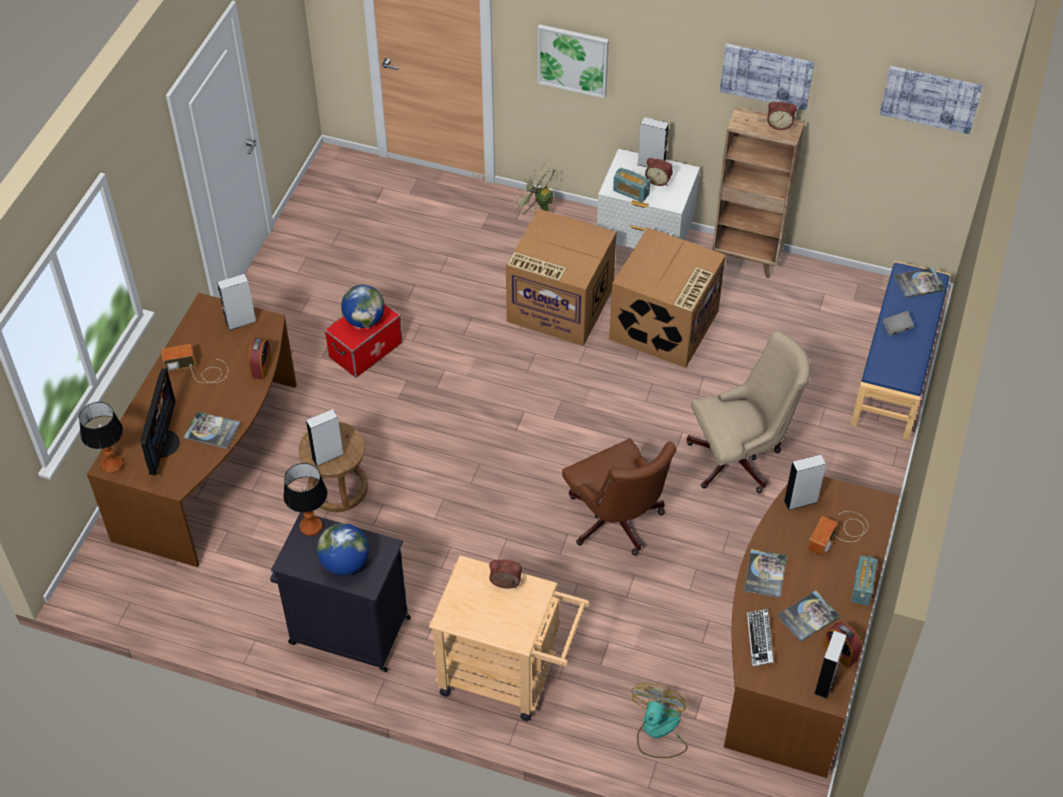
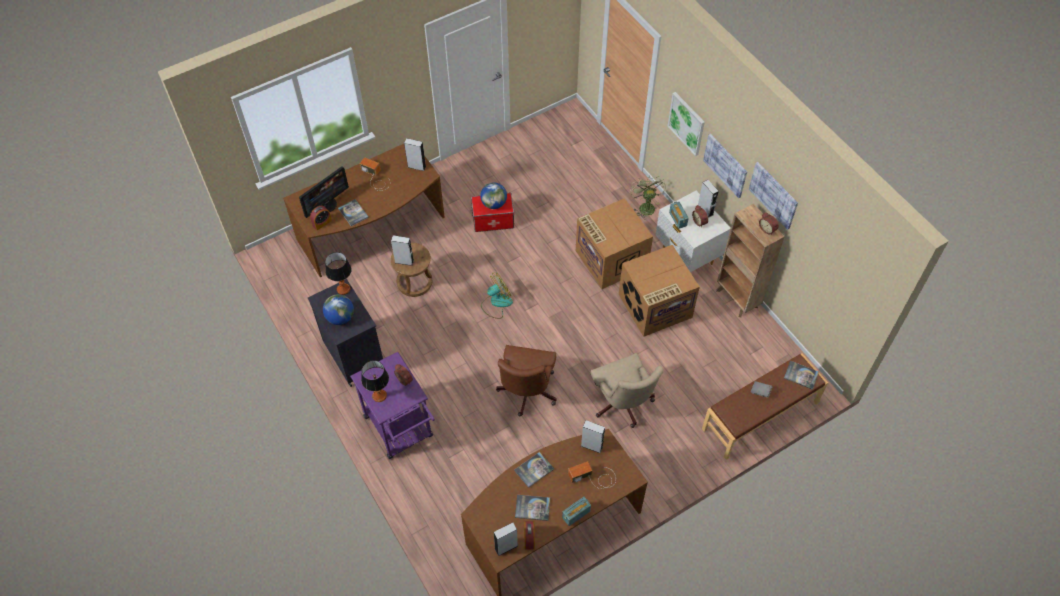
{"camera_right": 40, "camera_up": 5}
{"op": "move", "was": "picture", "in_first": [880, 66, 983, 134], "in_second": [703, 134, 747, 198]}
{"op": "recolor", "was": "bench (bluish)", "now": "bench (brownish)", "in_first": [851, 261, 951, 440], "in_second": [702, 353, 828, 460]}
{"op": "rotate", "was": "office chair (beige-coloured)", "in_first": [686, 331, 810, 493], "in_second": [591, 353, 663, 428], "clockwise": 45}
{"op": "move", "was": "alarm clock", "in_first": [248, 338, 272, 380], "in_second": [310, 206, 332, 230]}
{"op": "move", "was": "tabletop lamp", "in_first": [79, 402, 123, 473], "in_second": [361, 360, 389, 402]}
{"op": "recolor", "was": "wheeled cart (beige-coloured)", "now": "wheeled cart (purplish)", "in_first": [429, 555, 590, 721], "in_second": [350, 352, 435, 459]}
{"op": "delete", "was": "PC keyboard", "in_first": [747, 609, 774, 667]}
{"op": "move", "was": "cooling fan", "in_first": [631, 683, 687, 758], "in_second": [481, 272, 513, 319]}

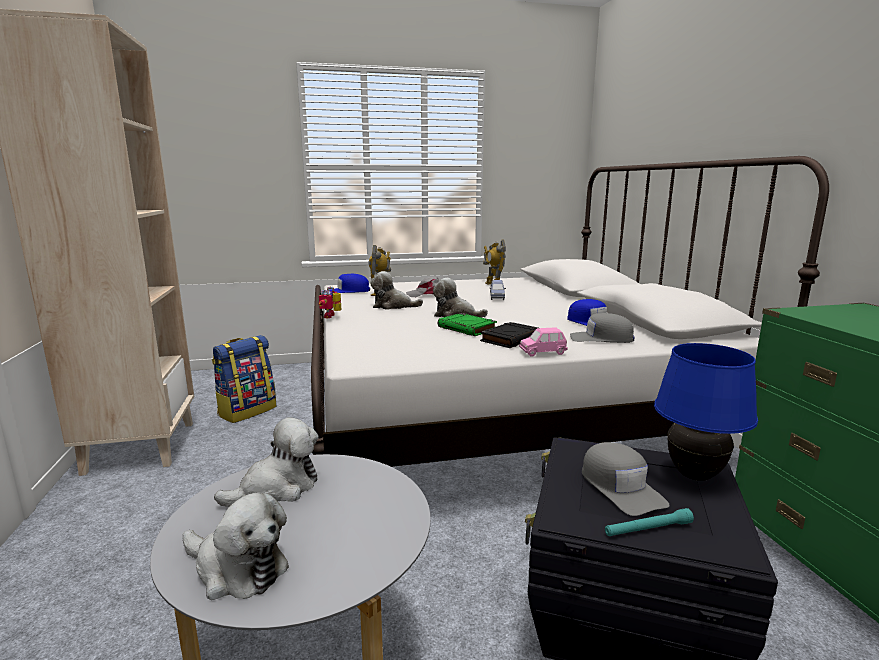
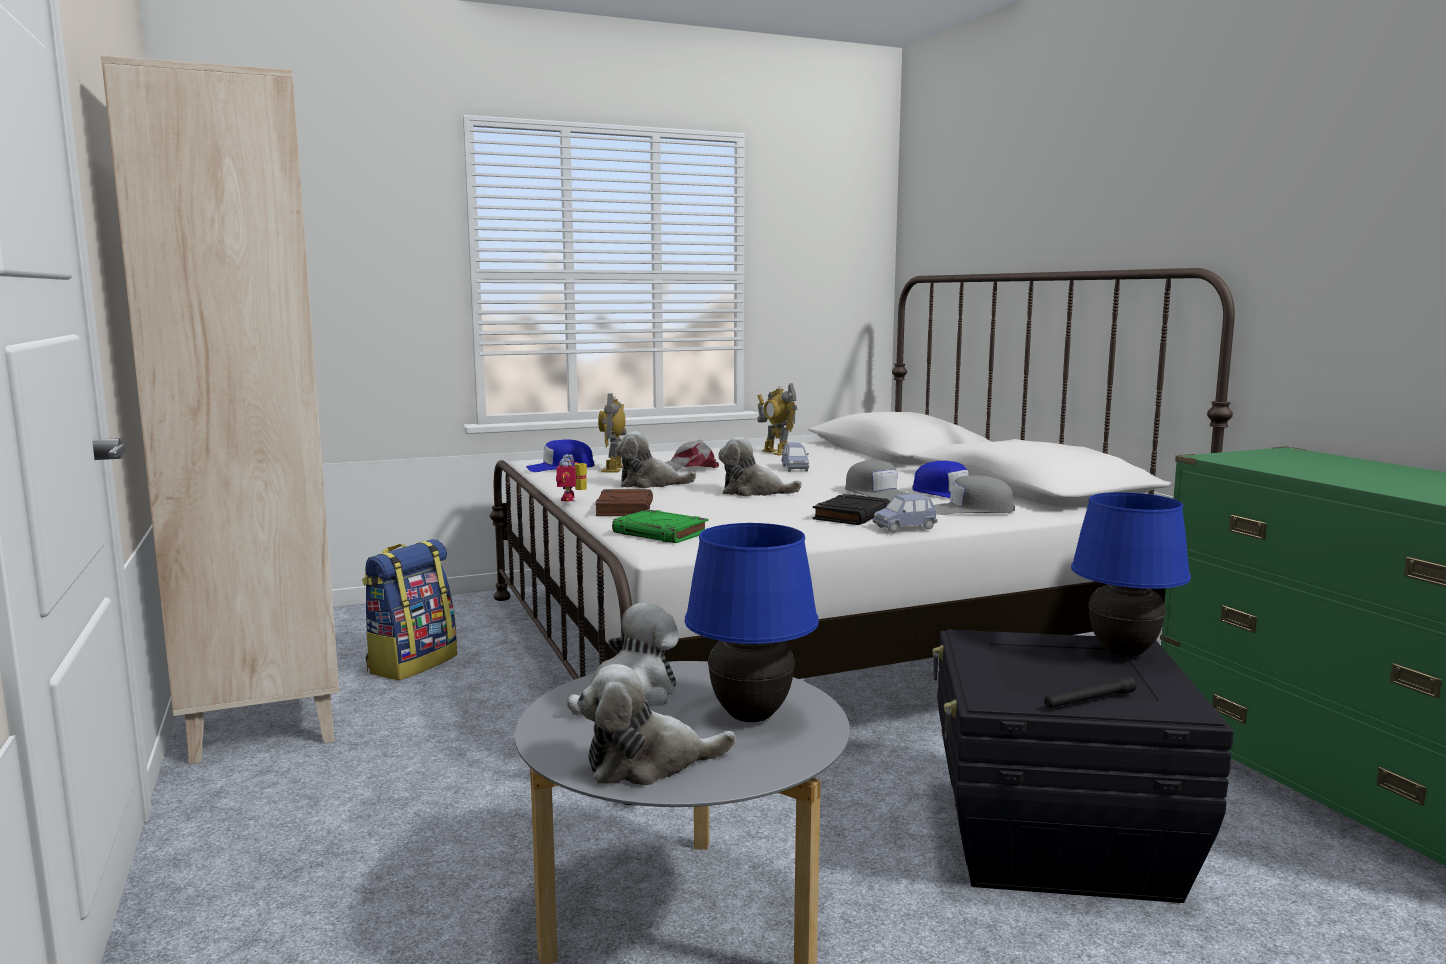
{"camera_right": -10, "camera_up": -5}
{"op": "move", "was": "bound book (green)", "in_first": [438, 313, 497, 336], "in_second": [612, 509, 709, 543]}
{"op": "recolor", "was": "toy car (pinkish)", "now": "toy car (bluish)", "in_first": [519, 327, 568, 357], "in_second": [872, 493, 938, 533]}
{"op": "move", "was": "baseball cap (gray)", "in_first": [582, 442, 669, 516], "in_second": [845, 460, 908, 501]}
{"op": "rotate", "was": "plush toy", "in_first": [182, 493, 289, 600], "in_second": [577, 664, 736, 786], "clockwise": 150}
{"op": "recolor", "was": "flashlight (blue-green)", "now": "flashlight (black-coloured)", "in_first": [605, 508, 694, 536], "in_second": [1044, 676, 1136, 708]}
{"op": "insert", "now": "bound book (brownish)", "in_second": [596, 489, 653, 516]}
{"op": "insert", "now": "tabletop lamp (bluish)", "in_second": [685, 523, 819, 722]}

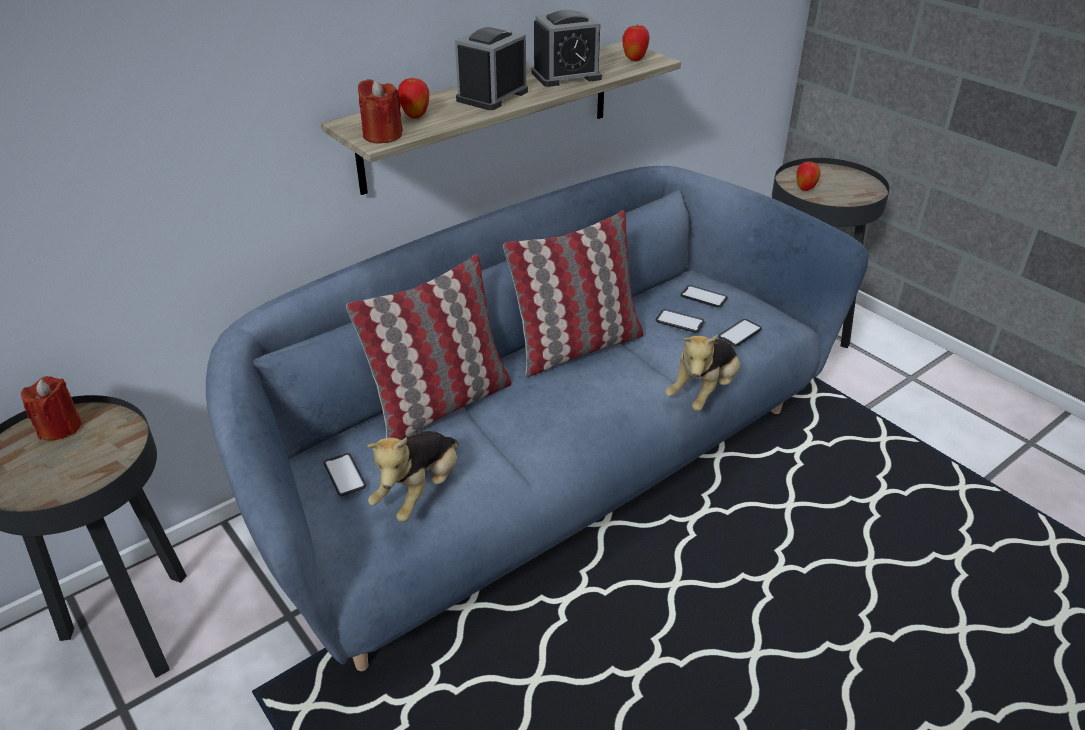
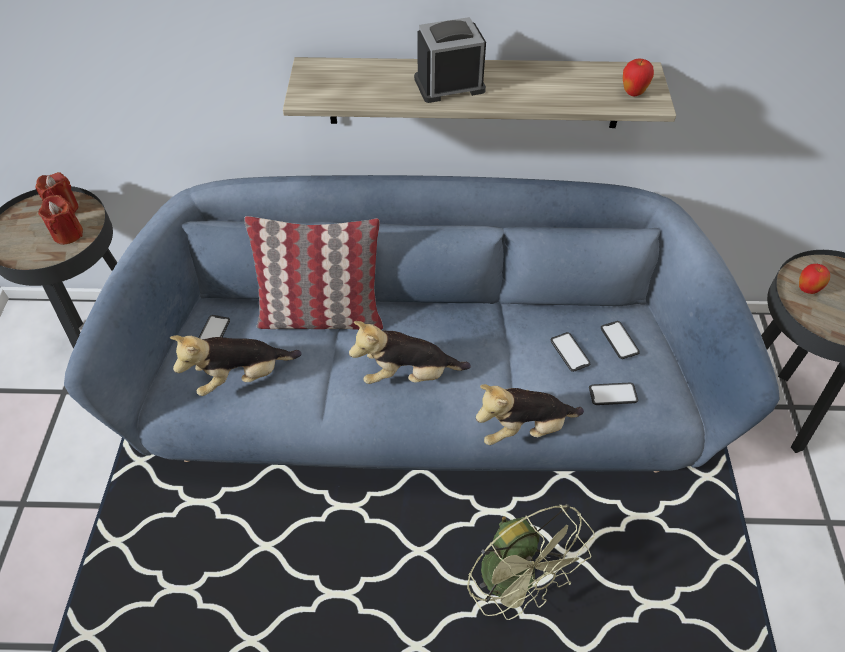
{"camera_right": 40, "camera_up": 15}
{"op": "delete", "was": "alarm clock", "in_first": [531, 10, 602, 87]}
{"op": "delete", "was": "whole apple", "in_first": [398, 78, 429, 119]}
{"op": "move", "was": "wax light (red)", "in_first": [358, 79, 403, 143], "in_second": [38, 195, 83, 245]}
{"op": "delete", "was": "throw pillow", "in_first": [503, 210, 643, 377]}
{"op": "insert", "now": "plush toy", "in_second": [349, 321, 471, 384]}
{"op": "insert", "now": "cooling fan (green)", "in_second": [467, 504, 595, 620]}

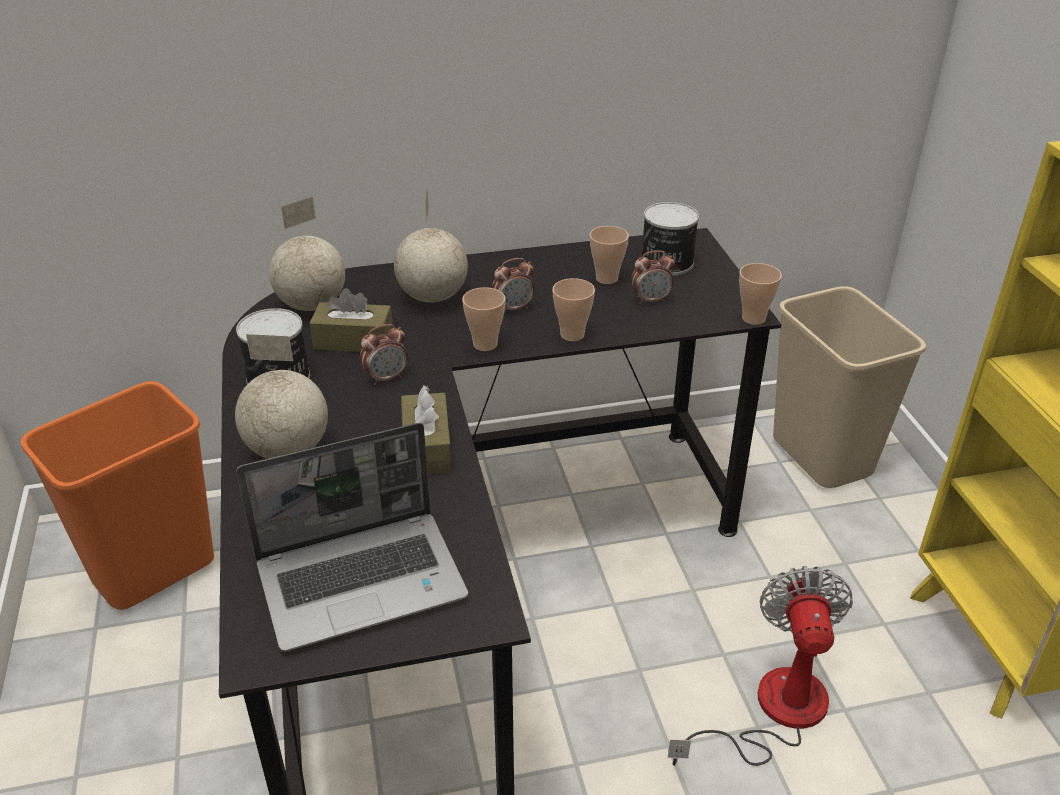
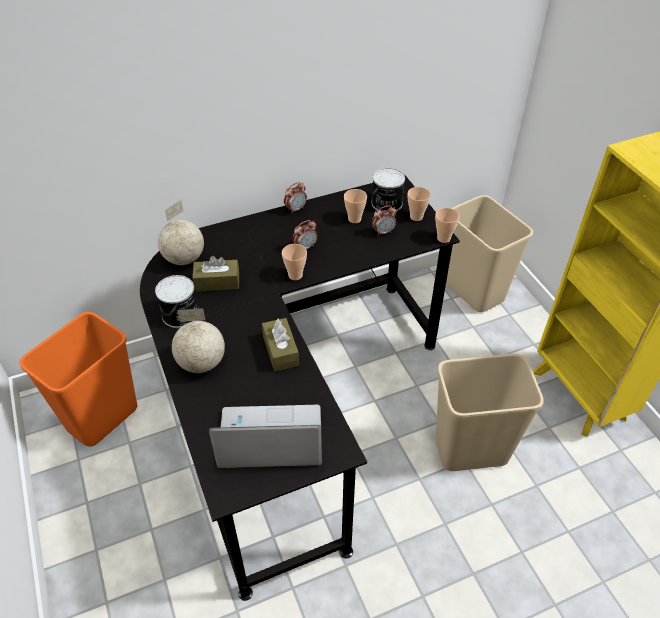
{"camera_right": -10, "camera_up": 10}
{"op": "delete", "was": "desk globe", "in_first": [394, 187, 468, 303]}
{"op": "move", "was": "cup", "in_first": [552, 278, 595, 341], "in_second": [408, 187, 431, 221]}
{"op": "move", "was": "alarm clock", "in_first": [360, 324, 408, 385], "in_second": [284, 182, 307, 214]}
{"op": "rotate", "was": "portable computer", "in_first": [236, 423, 468, 652], "in_second": [208, 405, 322, 468], "clockwise": -150}
{"op": "replace", "was": "cooling fan", "now": "trash can (beige-coloured)", "in_first": [668, 566, 853, 766], "in_second": [436, 354, 544, 471]}

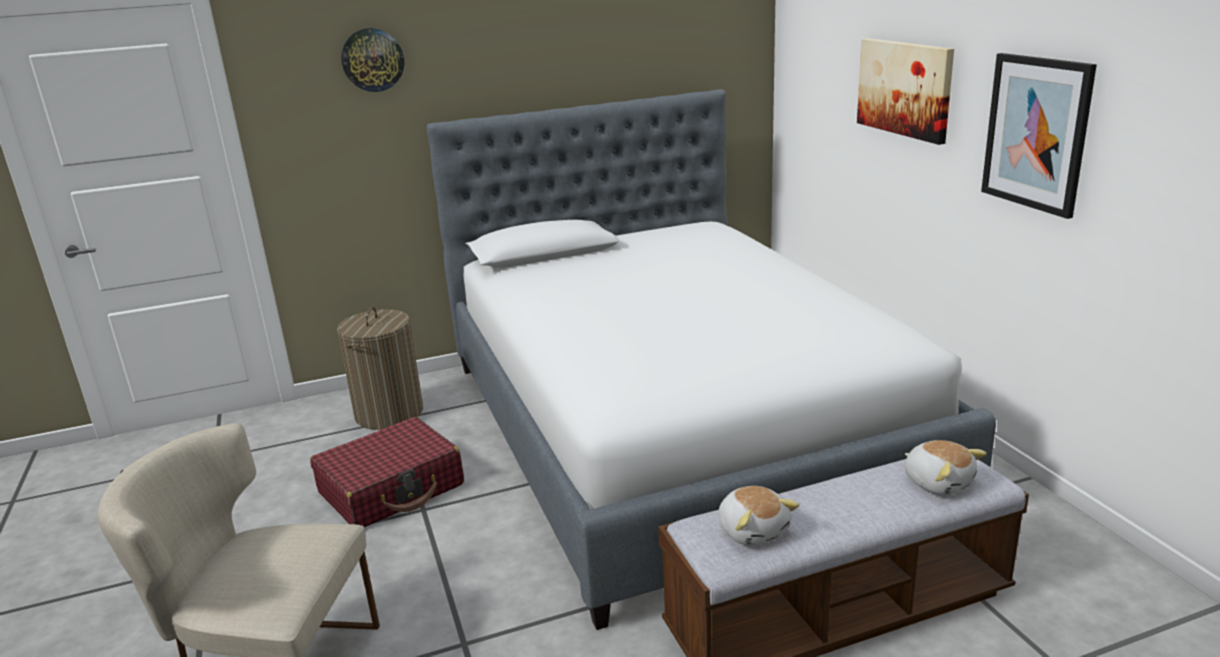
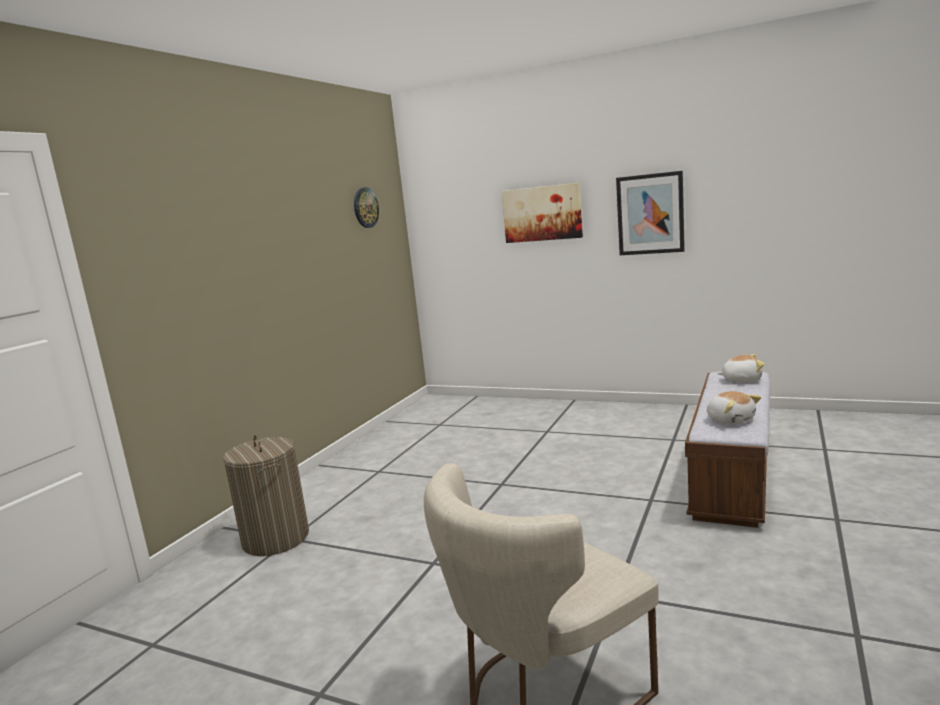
{"camera_right": -45, "camera_up": -10}
{"op": "move", "was": "clock on the wall", "in_first": [341, 28, 404, 92], "in_second": [354, 187, 379, 228]}
{"op": "delete", "was": "sleeping bed", "in_first": [427, 89, 996, 630]}
{"op": "delete", "was": "piece of luggage (red)", "in_first": [310, 417, 464, 527]}
{"op": "rotate", "was": "plush toy", "in_first": [718, 486, 799, 546], "in_second": [707, 391, 761, 425], "clockwise": 45}

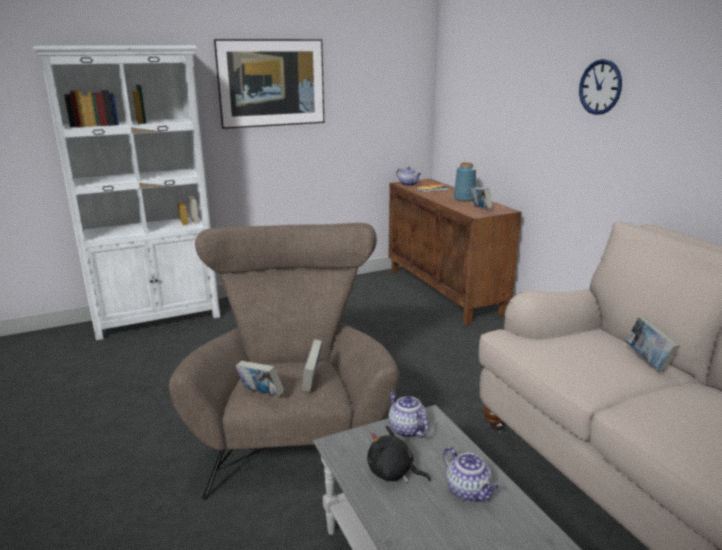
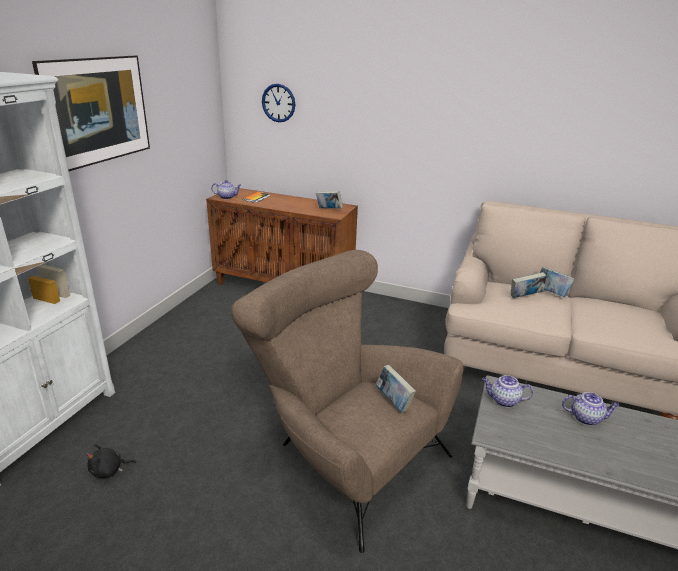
{"camera_right": -45, "camera_up": 5}
{"op": "move", "was": "clock on the wall", "in_first": [579, 59, 622, 115], "in_second": [262, 84, 295, 122]}
{"op": "delete", "was": "vase (bluish)", "in_first": [454, 162, 476, 201]}
{"op": "move", "was": "bound book", "in_first": [236, 361, 284, 396], "in_second": [511, 272, 547, 298]}
{"op": "move", "was": "plush toy (black-coloured)", "in_first": [367, 426, 430, 483], "in_second": [86, 444, 136, 478]}

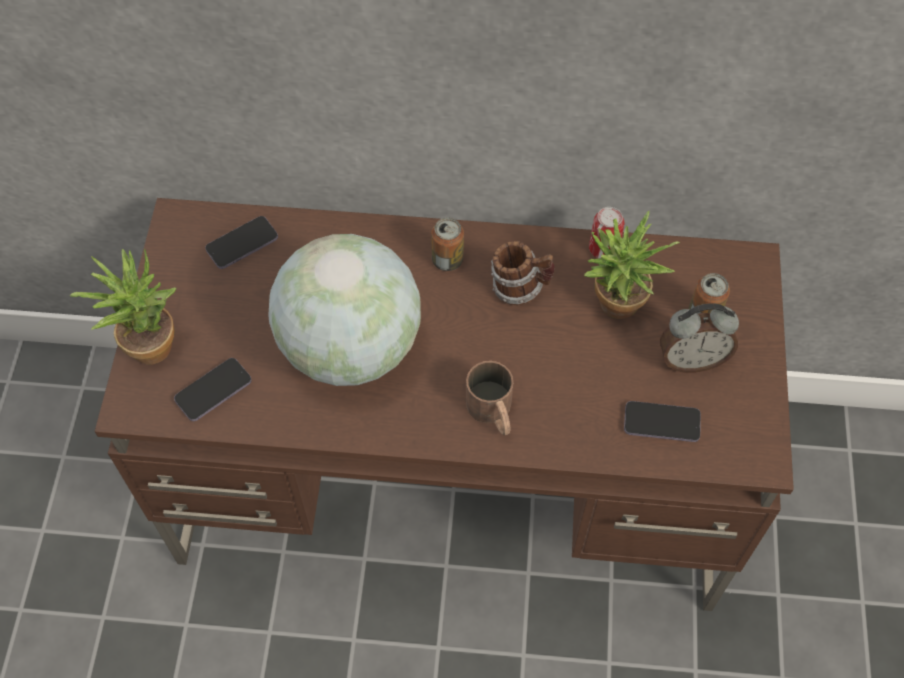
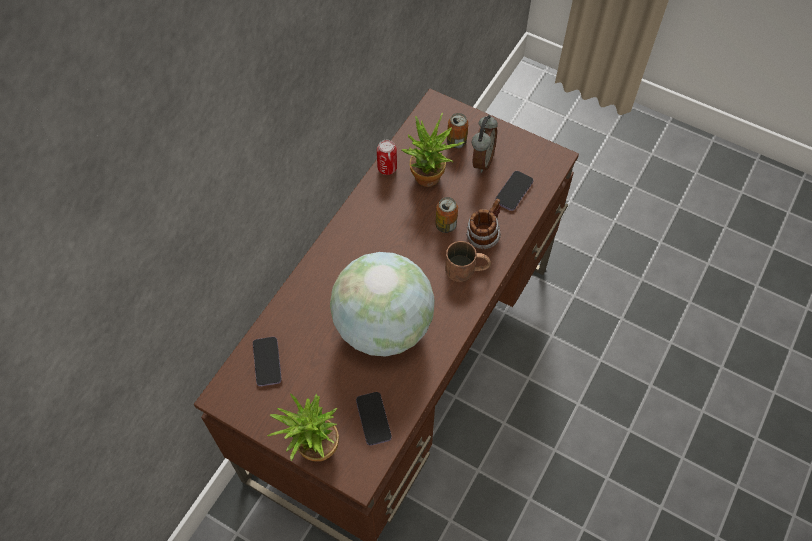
{"camera_right": -65, "camera_up": 0}
{"op": "move", "was": "metal can", "in_first": [431, 218, 464, 271], "in_second": [435, 197, 458, 233]}
{"op": "move", "was": "coffee mug", "in_first": [491, 241, 555, 306], "in_second": [466, 199, 501, 249]}

